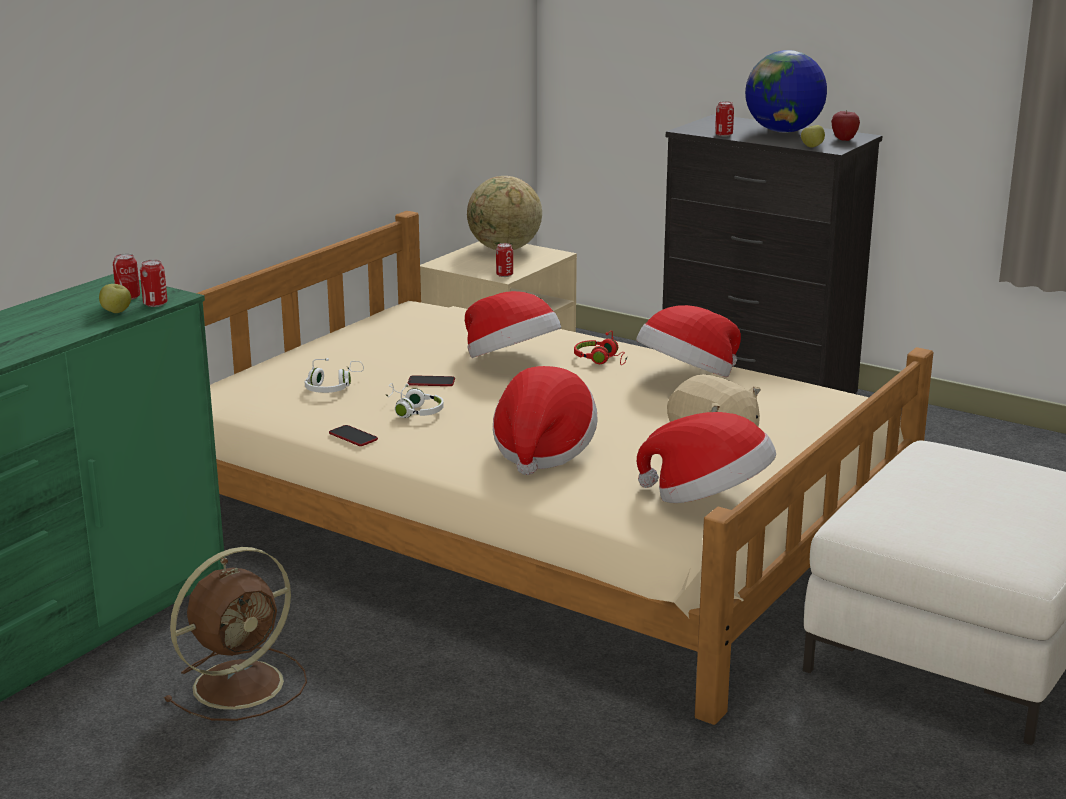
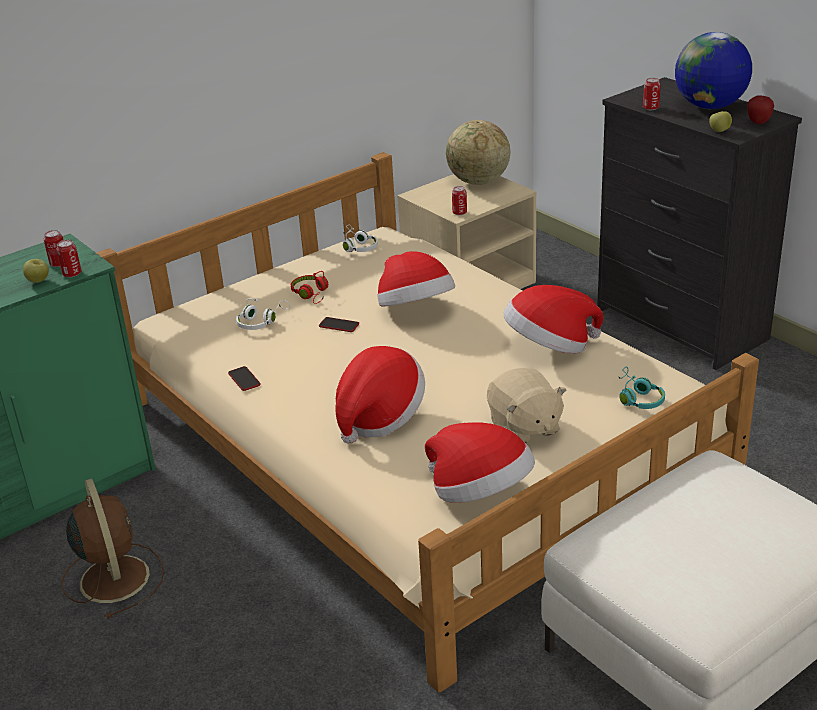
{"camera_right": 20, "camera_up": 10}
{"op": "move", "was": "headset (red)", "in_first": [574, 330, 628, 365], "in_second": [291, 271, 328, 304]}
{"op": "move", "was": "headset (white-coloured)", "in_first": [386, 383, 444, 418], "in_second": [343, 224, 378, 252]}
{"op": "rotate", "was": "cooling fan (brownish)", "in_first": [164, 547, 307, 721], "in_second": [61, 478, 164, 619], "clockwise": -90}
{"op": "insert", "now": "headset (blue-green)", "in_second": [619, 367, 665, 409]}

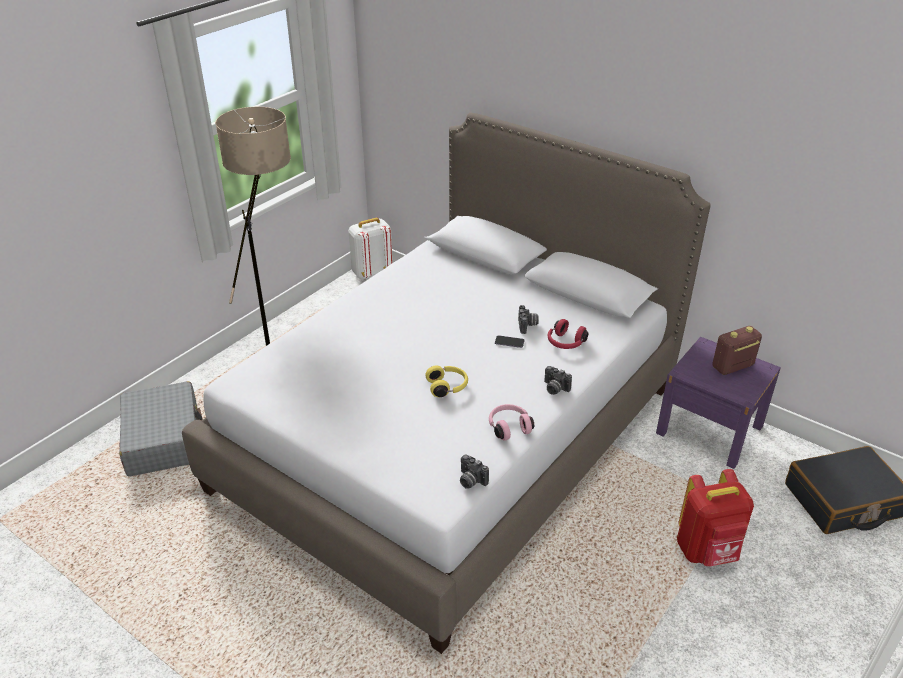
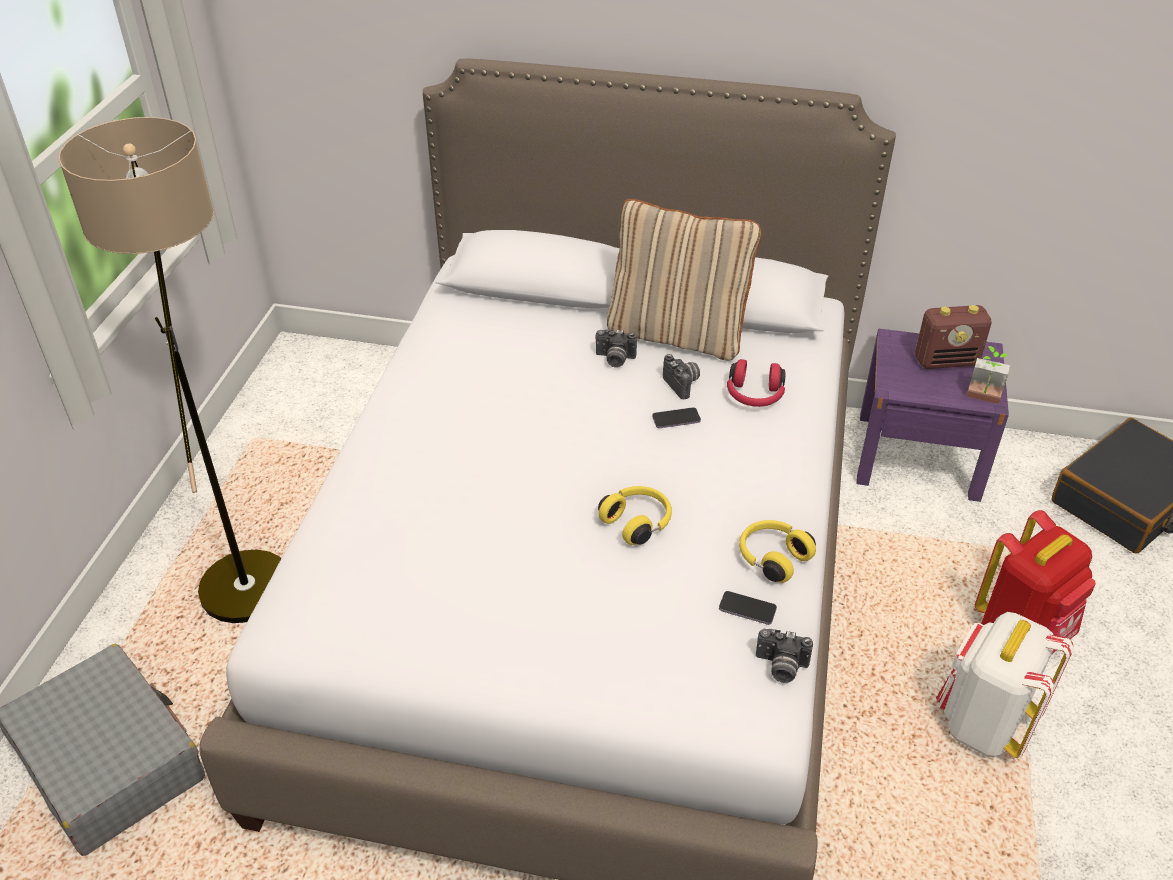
{"camera_right": -25, "camera_up": 5}
{"op": "move", "was": "rucksack (white-coloured)", "in_first": [348, 218, 393, 280], "in_second": [936, 612, 1074, 758]}
{"op": "rotate", "was": "radio set", "in_first": [712, 326, 762, 375], "in_second": [915, 305, 991, 369], "clockwise": -135}
{"op": "move", "was": "photo camera", "in_first": [544, 366, 572, 395], "in_second": [596, 329, 637, 368]}
{"op": "recolor", "was": "headset (pinkish)", "now": "headset (yellowish)", "in_first": [489, 404, 534, 441], "in_second": [739, 520, 816, 583]}
{"op": "insert", "now": "throw pillow (beige-coloured)", "in_second": [607, 199, 761, 361]}
{"op": "insert", "now": "plant in a pot", "in_second": [966, 346, 1010, 404]}
{"op": "insert", "now": "handset", "in_second": [719, 591, 777, 625]}

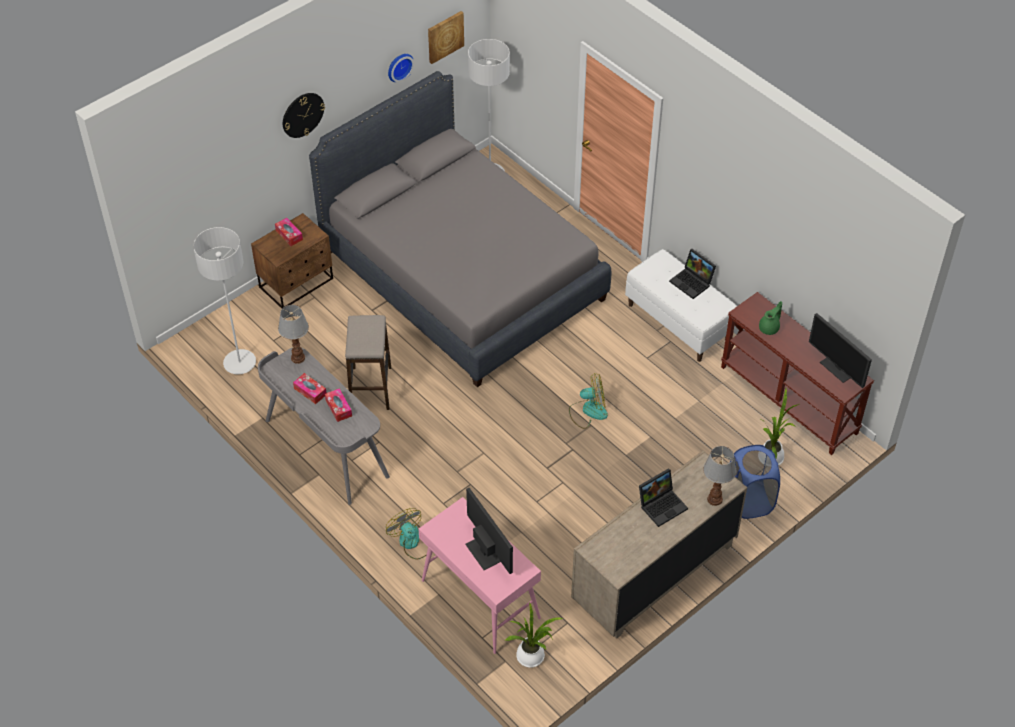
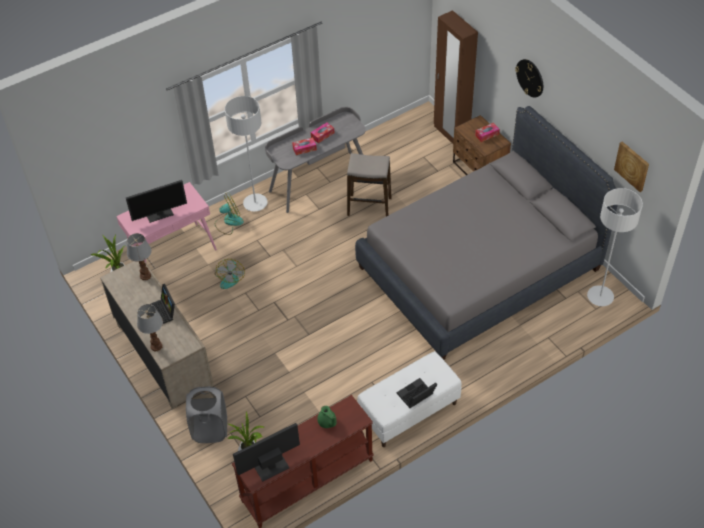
{"camera_right": 100, "camera_up": 0}
{"op": "delete", "was": "clock on the wall", "in_first": [388, 54, 414, 82]}
{"op": "move", "was": "standard lamp (gray)", "in_first": [193, 227, 256, 374], "in_second": [225, 96, 268, 212]}
{"op": "move", "was": "tabletop lamp", "in_first": [278, 305, 309, 364], "in_second": [127, 233, 151, 281]}
{"op": "move", "was": "cooling fan", "in_first": [569, 373, 608, 429], "in_second": [215, 259, 245, 289]}
{"op": "recolor", "was": "laundry basket (bluish)", "now": "laundry basket (gray)", "in_first": [730, 445, 780, 519], "in_second": [186, 386, 227, 443]}
{"op": "insert", "now": "armoire (brownish)", "in_second": [434, 10, 478, 144]}

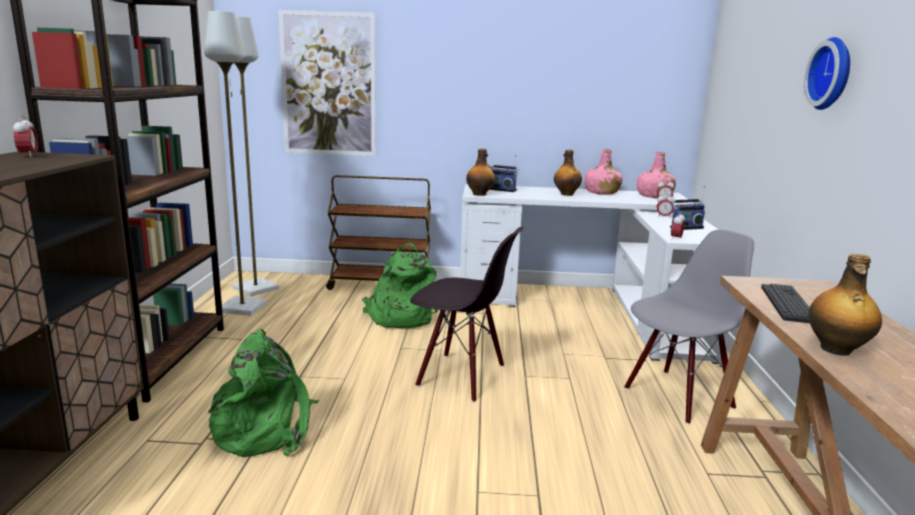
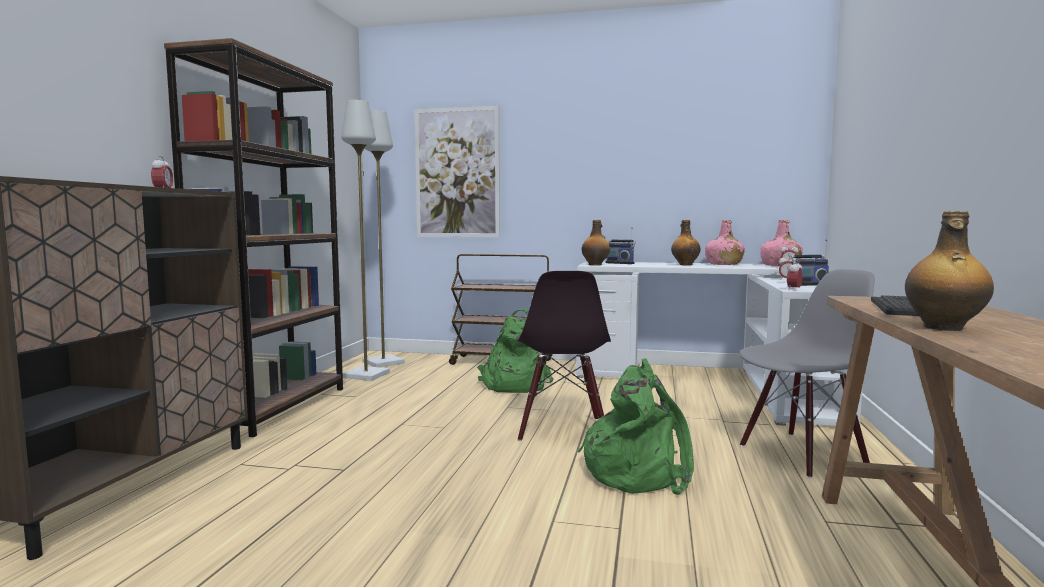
{"camera_right": 10, "camera_up": -10}
{"op": "delete", "was": "clock on the wall", "in_first": [804, 37, 850, 110]}
{"op": "rotate", "was": "upright chair (black-coloured)", "in_first": [410, 227, 524, 402], "in_second": [516, 271, 611, 441], "clockwise": 60}
{"op": "move", "was": "rucksack (green)", "in_first": [208, 329, 319, 457], "in_second": [578, 358, 694, 495]}

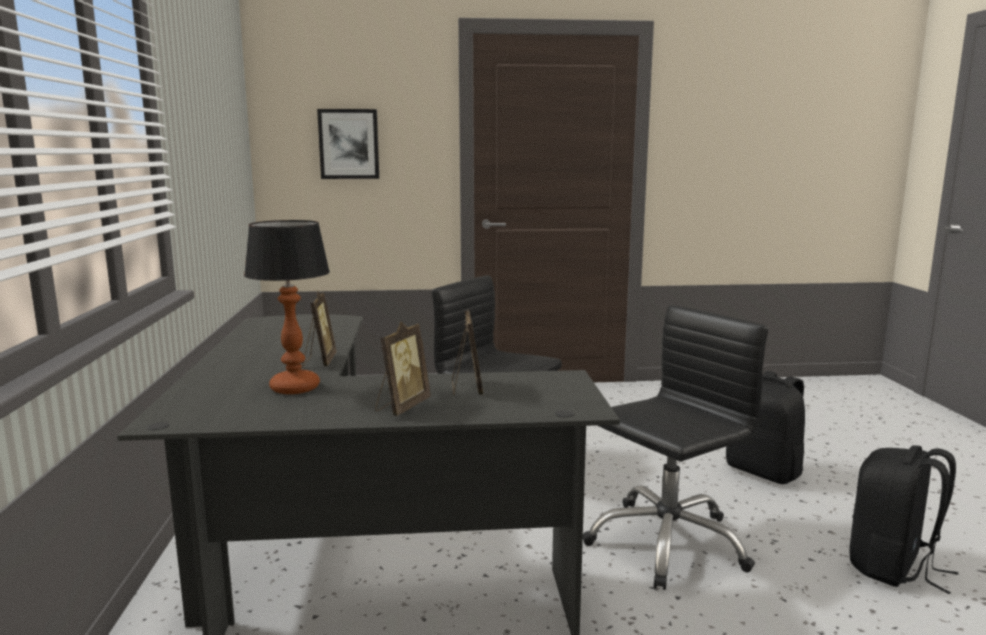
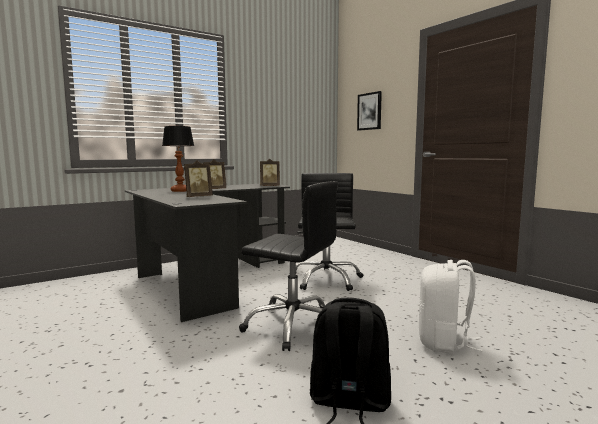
{"camera_right": 60, "camera_up": -5}
{"op": "move", "was": "standing frame", "in_first": [375, 322, 431, 416], "in_second": [260, 159, 280, 186]}
{"op": "recolor", "was": "rucksack (black-coloured)", "now": "rucksack (white-coloured)", "in_first": [726, 371, 805, 484], "in_second": [419, 260, 483, 354]}

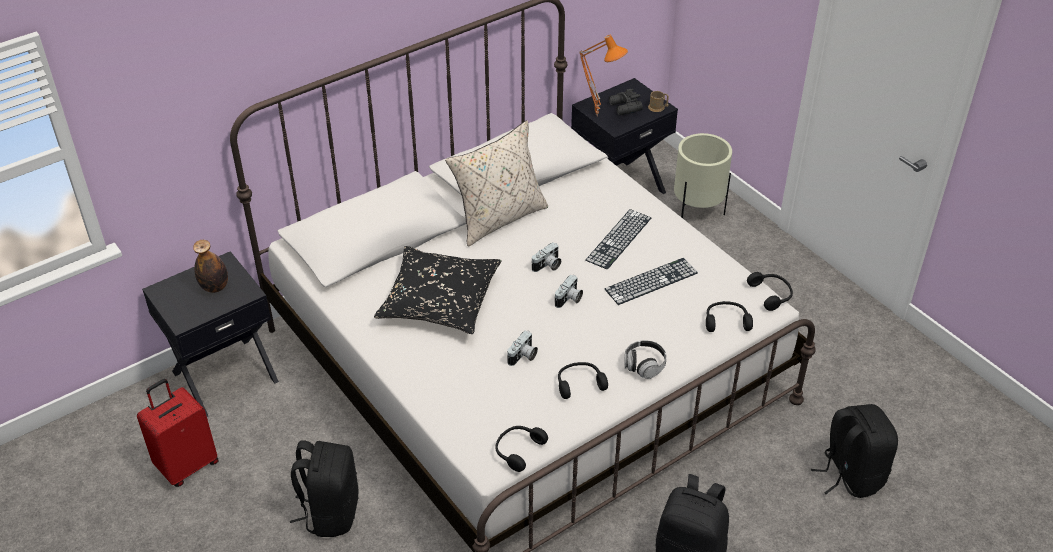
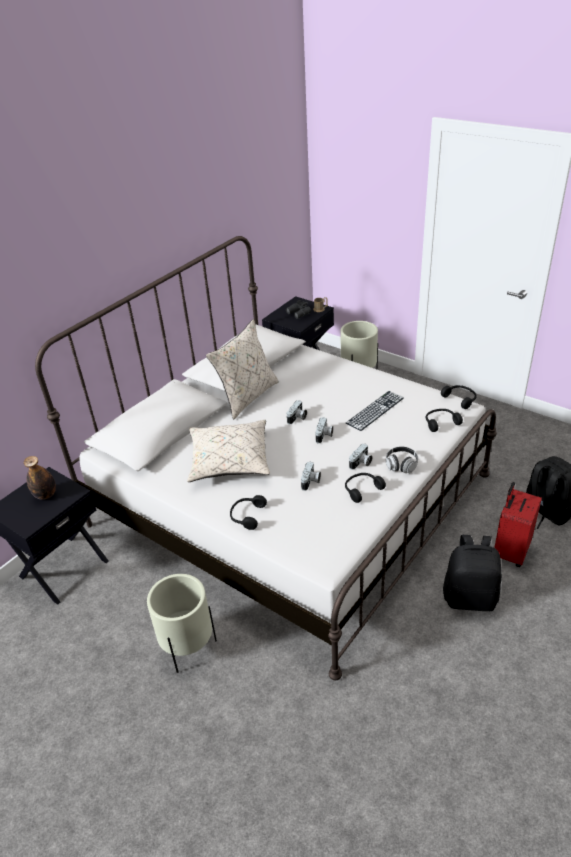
{"camera_right": -15, "camera_up": -5}
{"op": "delete", "was": "tabletop lamp (orange-coloured)", "in_first": [579, 35, 628, 116]}
{"op": "delete", "was": "PC keyboard", "in_first": [585, 209, 651, 269]}
{"op": "recolor", "was": "throw pillow (black-coloured)", "now": "throw pillow (beige-coloured)", "in_first": [374, 246, 501, 334], "in_second": [187, 420, 270, 482]}
{"op": "move", "was": "piece of luggage (red)", "in_first": [137, 379, 219, 487], "in_second": [494, 482, 542, 567]}
{"op": "move", "was": "headset (black-coloured)", "in_first": [495, 426, 548, 472], "in_second": [230, 495, 267, 530]}
{"op": "replace", "was": "rucksack (black-coloured)", "now": "flower pot (beige-coloured)", "in_first": [290, 440, 359, 537], "in_second": [147, 574, 217, 673]}
{"op": "insert", "now": "photo camera", "in_second": [349, 443, 372, 470]}

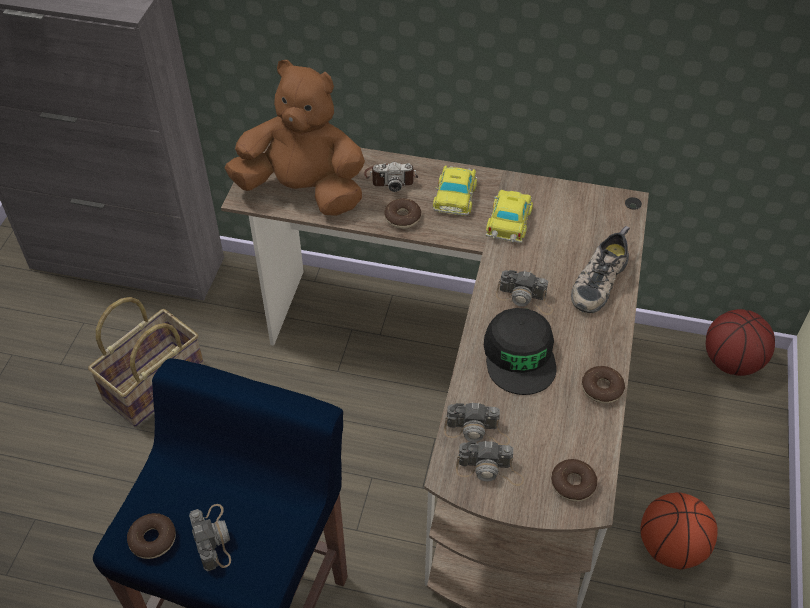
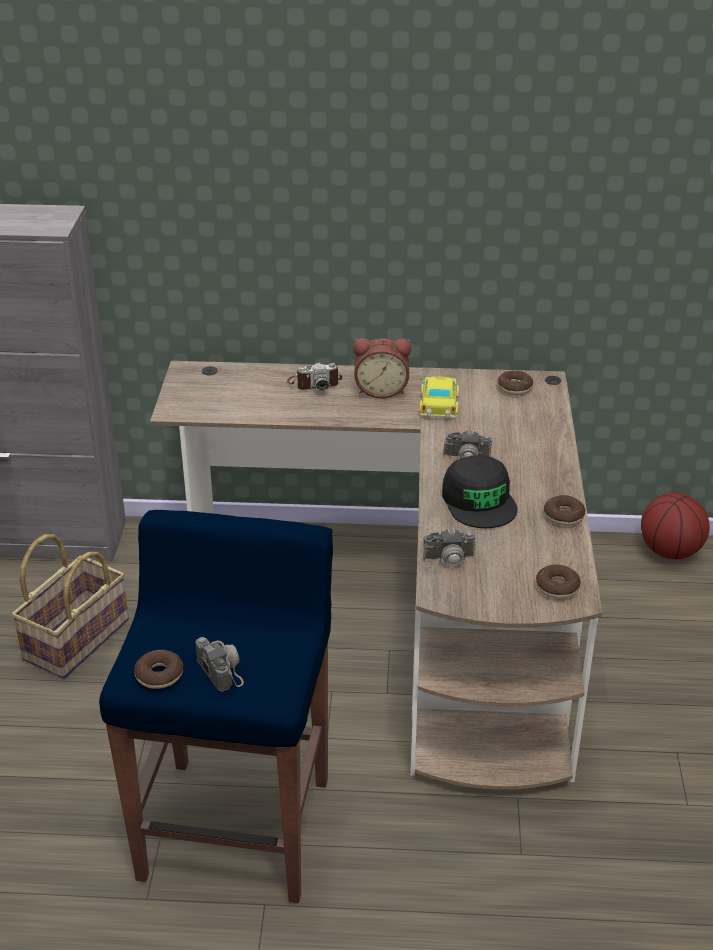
{"camera_right": -10, "camera_up": -15}
{"op": "delete", "was": "plush toy (brownish)", "in_first": [225, 60, 365, 216]}
{"op": "replace", "was": "toy car", "now": "alarm clock", "in_first": [433, 165, 477, 216], "in_second": [353, 338, 411, 398]}
{"op": "move", "was": "ring doughnut", "in_first": [384, 198, 421, 229], "in_second": [497, 370, 533, 395]}
{"op": "delete", "was": "item of footwear", "in_first": [571, 226, 630, 313]}
{"op": "delete", "was": "photo camera", "in_first": [456, 440, 524, 486]}
{"op": "delete", "was": "ball for basketball", "in_first": [640, 492, 718, 569]}

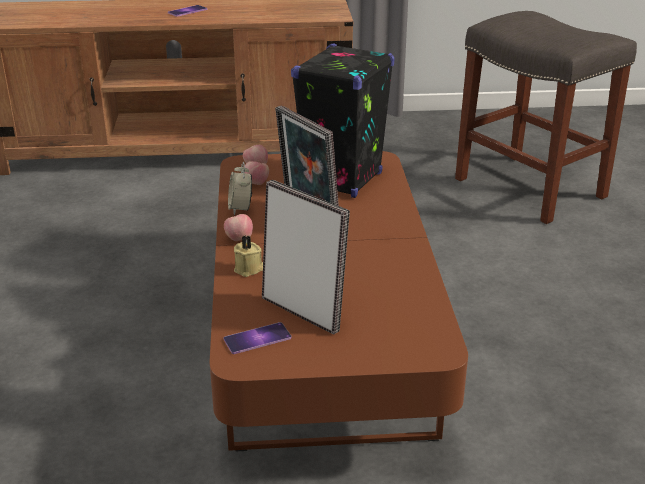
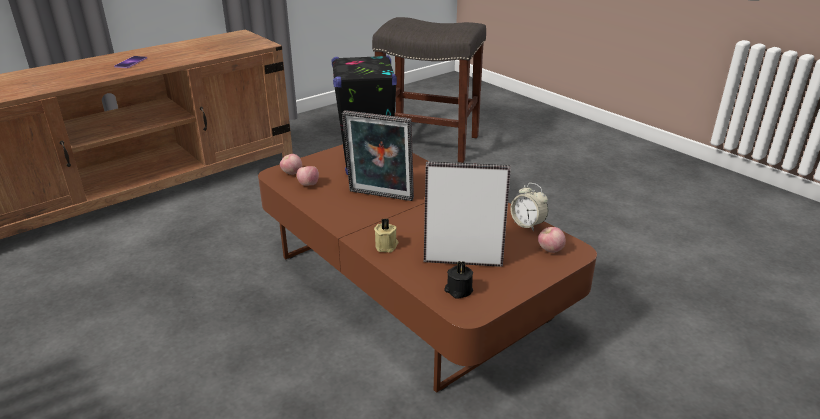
{"camera_right": -35, "camera_up": 0}
{"op": "move", "was": "alarm clock", "in_first": [228, 162, 252, 215], "in_second": [510, 183, 548, 231]}
{"op": "move", "was": "whole apple", "in_first": [224, 214, 253, 241], "in_second": [538, 227, 566, 253]}
{"op": "replace", "was": "handset", "now": "wax light (black-coloured)", "in_first": [223, 322, 291, 354], "in_second": [444, 261, 473, 299]}

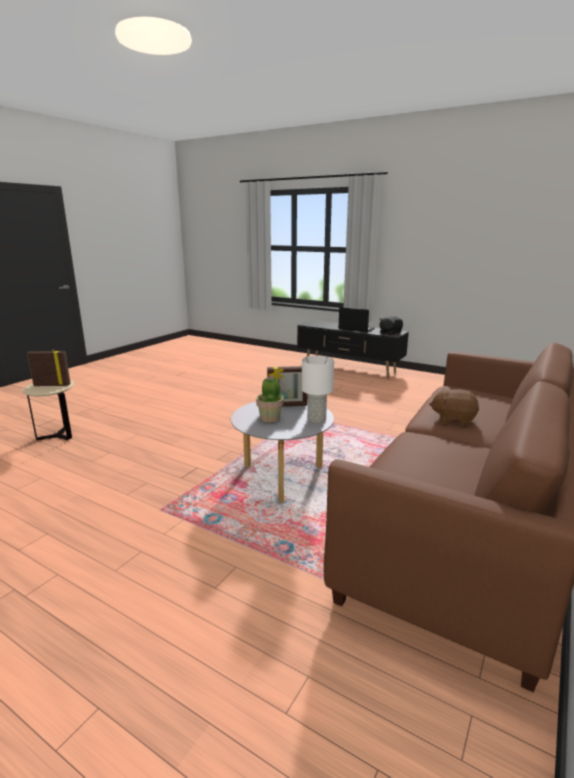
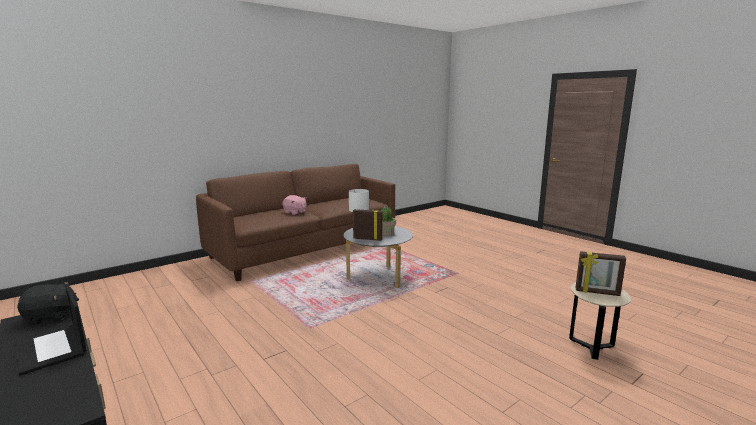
{"camera_right": -160, "camera_up": -5}
{"op": "recolor", "was": "plush toy (brownish)", "now": "plush toy (pinkish)", "in_first": [429, 388, 479, 426], "in_second": [282, 195, 307, 215]}

